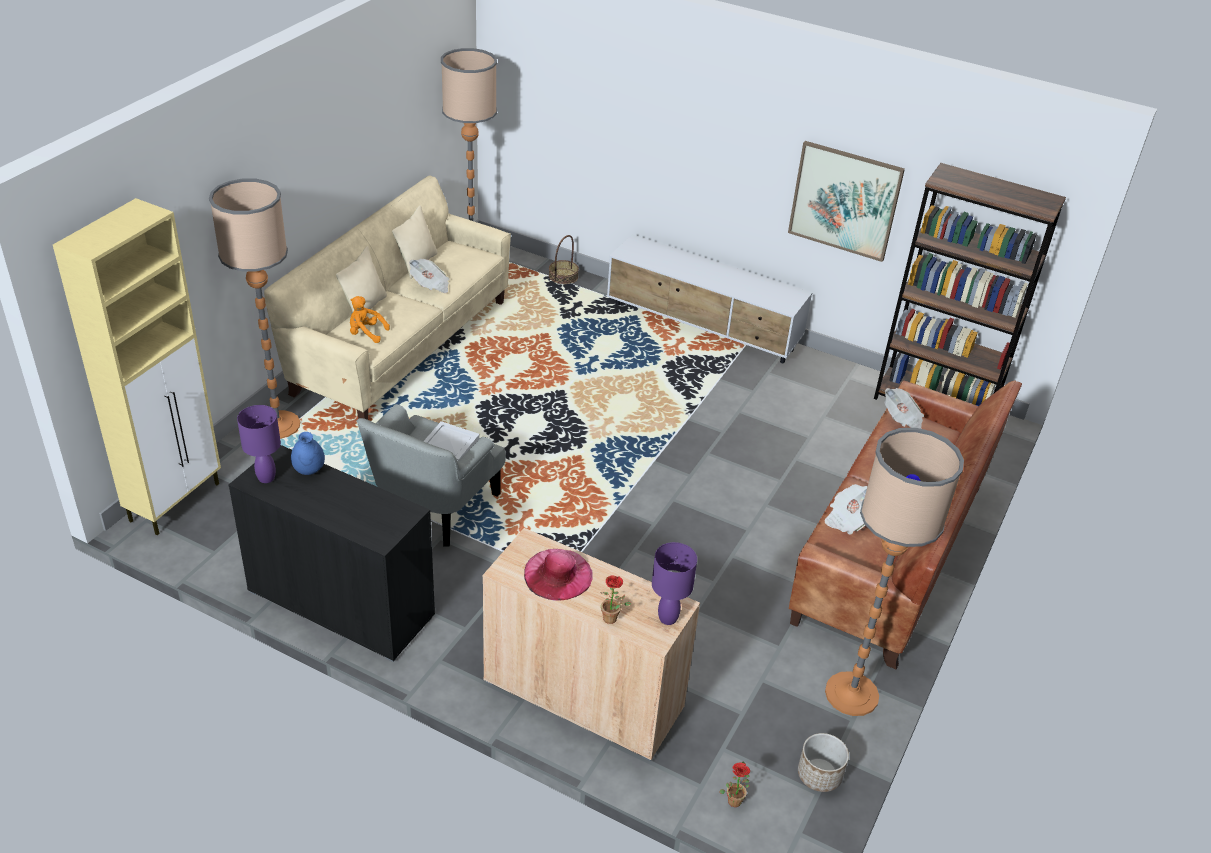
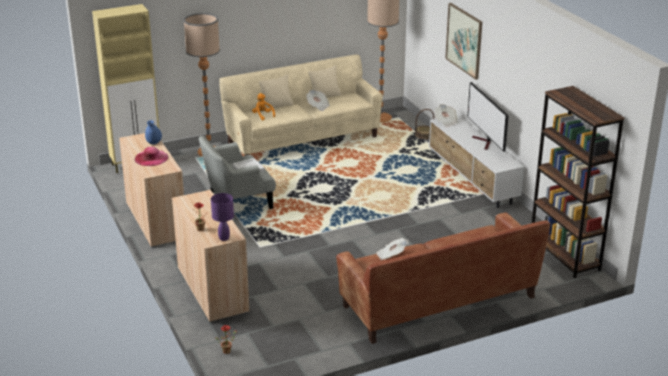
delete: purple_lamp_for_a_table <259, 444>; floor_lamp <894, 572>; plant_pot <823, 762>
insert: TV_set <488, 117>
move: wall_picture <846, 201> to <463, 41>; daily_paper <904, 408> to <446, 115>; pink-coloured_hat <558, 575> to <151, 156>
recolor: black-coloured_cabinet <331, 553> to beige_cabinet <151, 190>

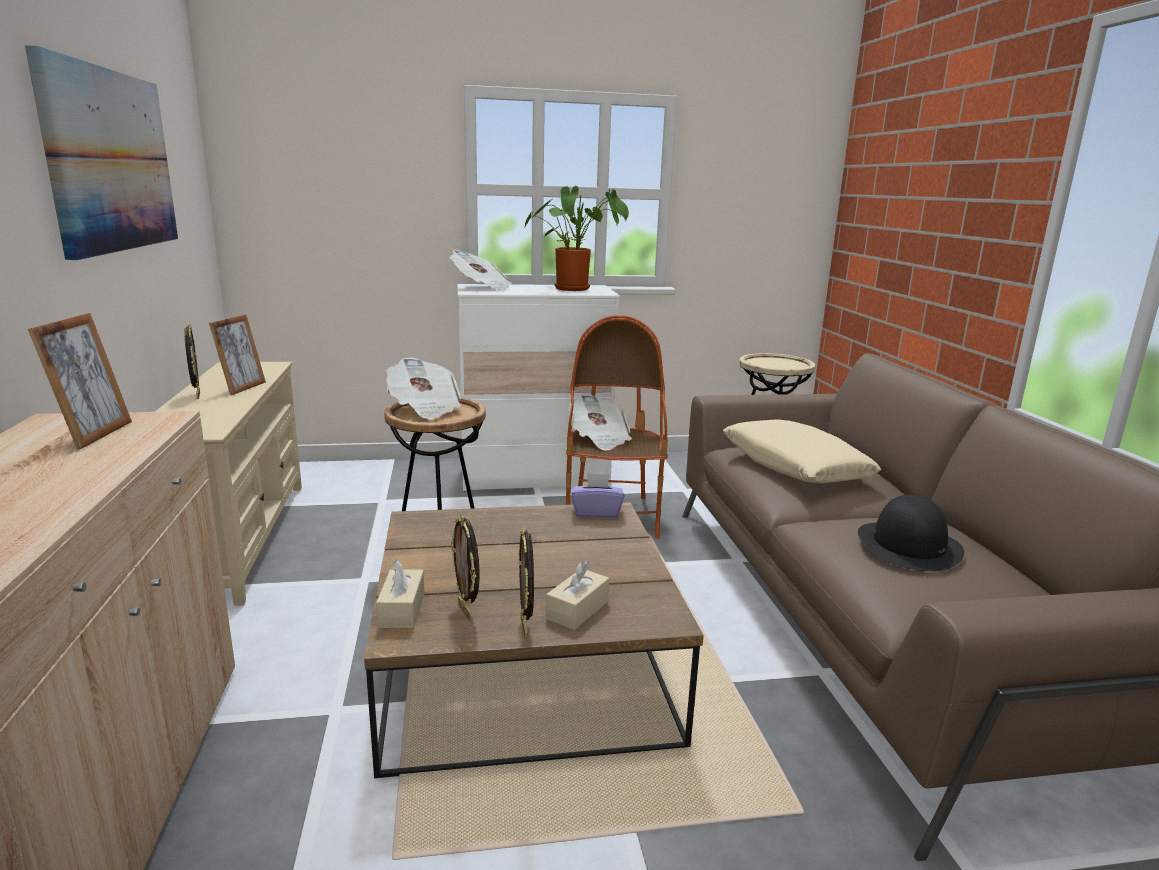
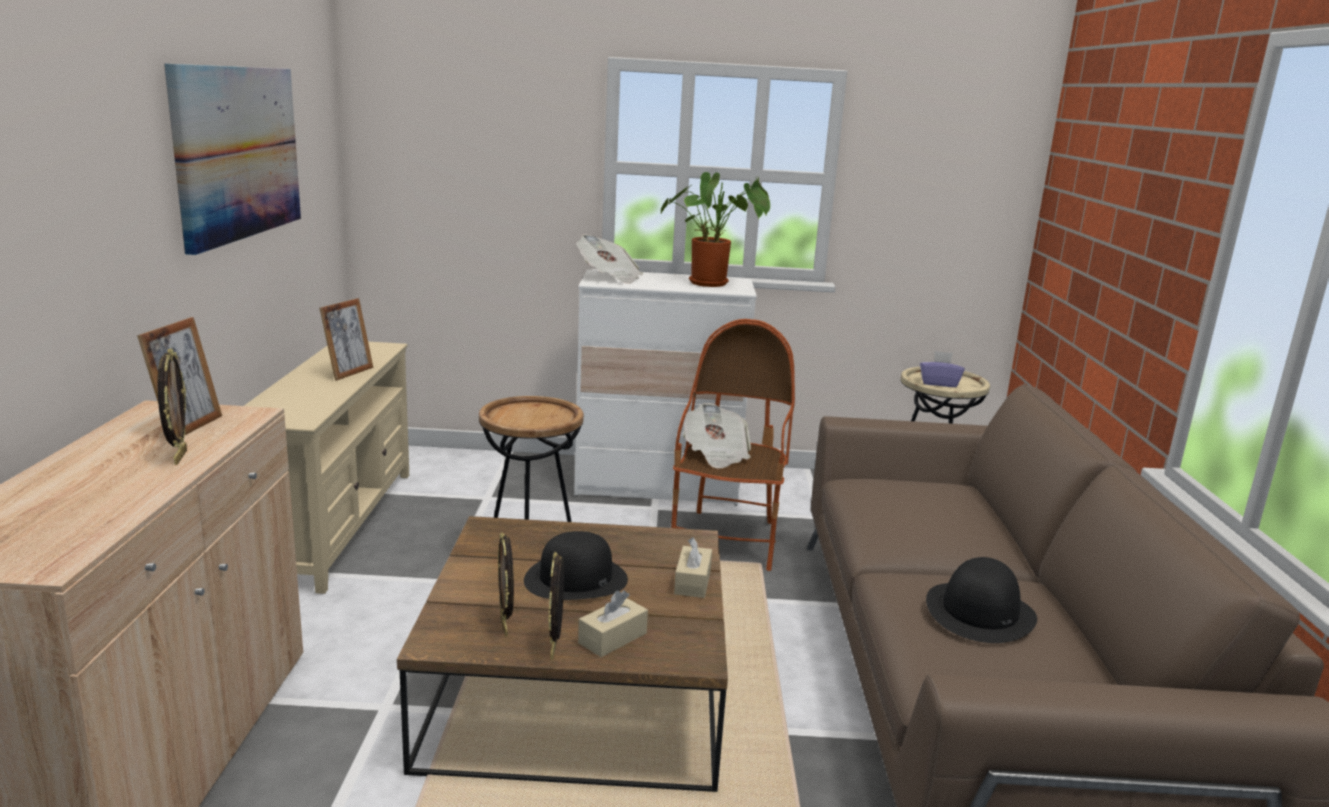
delete: daily_paper <424, 388>; beige_pillow <802, 451>
insert: black-coloured_hat <576, 565>
move: photo_frame <192, 361> to <172, 406>; purple_tissue_box <597, 495> to <942, 369>; beige_tissue_box <400, 594> to <693, 568>

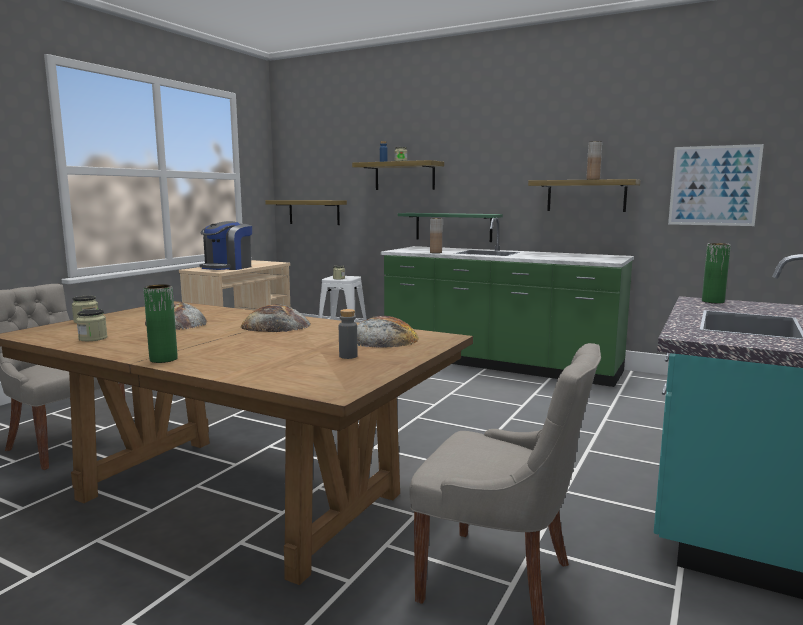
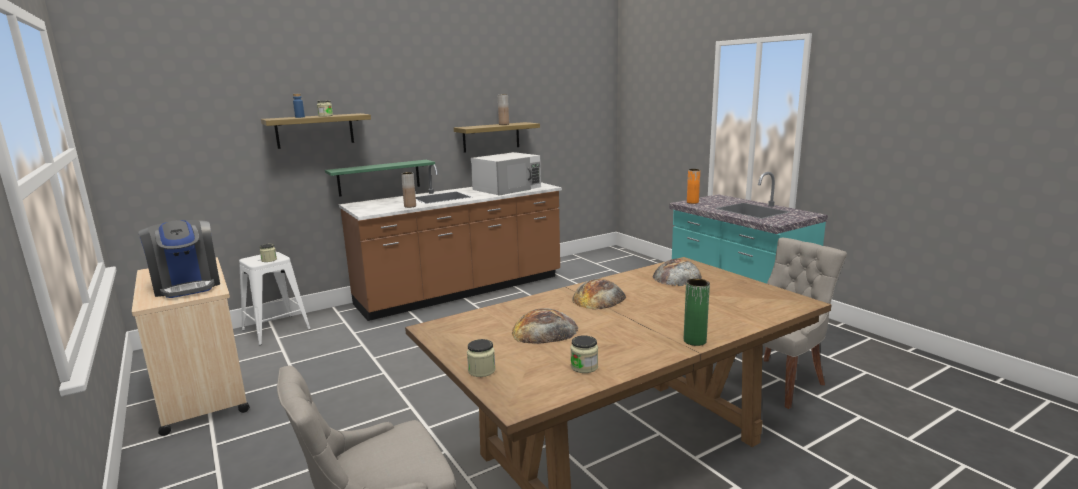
delete: wall_picture <716, 185>; shelf <306, 212>; grey_bottle <348, 334>
insert: white_microwave_oven <506, 174>
recolor: green-coloured_counter <507, 302> to brown-coloured_counter <450, 243>; green-coloured_vase <716, 273> to orange_vase <693, 186>

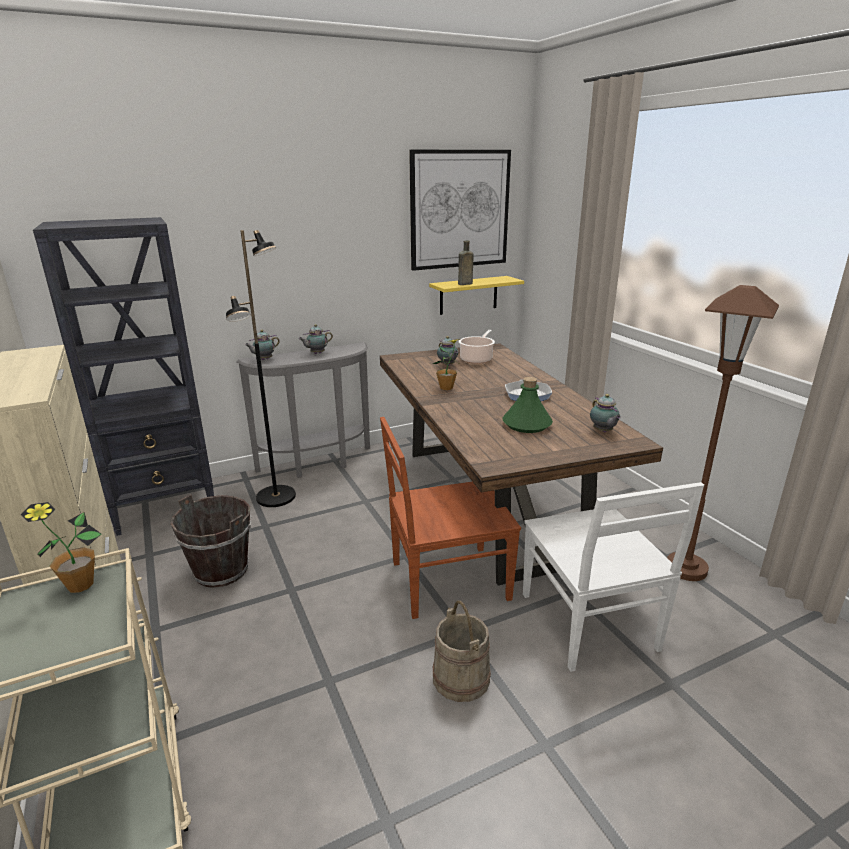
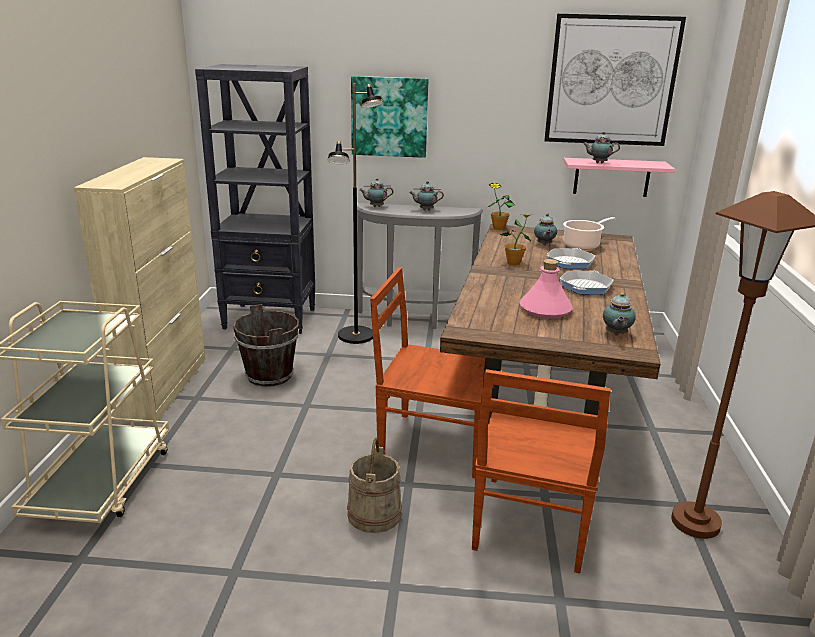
insert: wall_picture <390, 117>; frying_pan <571, 258>
move: houseplant <61, 547> to <501, 206>
replace: brown-coloured_bottle <466, 262> to teapot <601, 147>
recolor: yellowish_shelf <476, 295> to pink-coloured_shelf <619, 177>; green-coloured_bottle <527, 405> to pink-coloured_bottle <546, 288>; white_upright_chair <613, 577> to brown-coloured_upright_chair <541, 471>

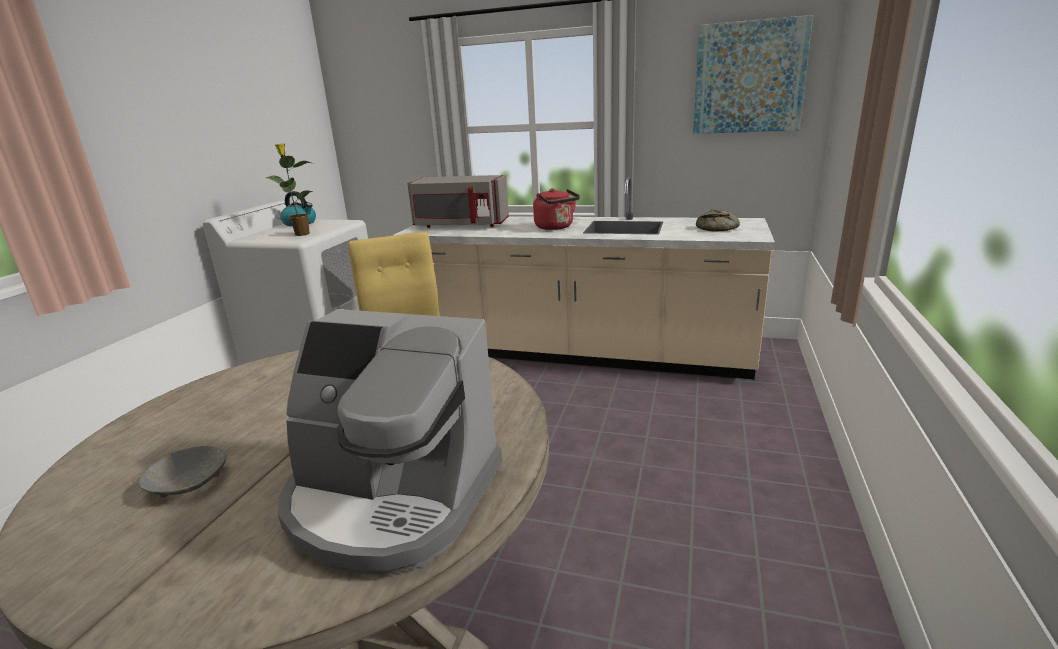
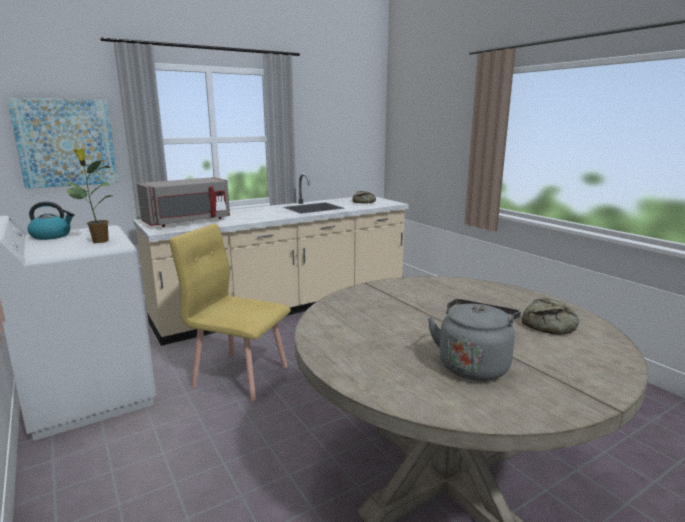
delete: red-coloured_tea_kettle <556, 209>
move: wall_picture <753, 74> to <63, 143>
replace: coffee_brewer <390, 442> to baked_bread <550, 316>; grey_serving_bowl <182, 472> to grey_tea_kettle <474, 340>

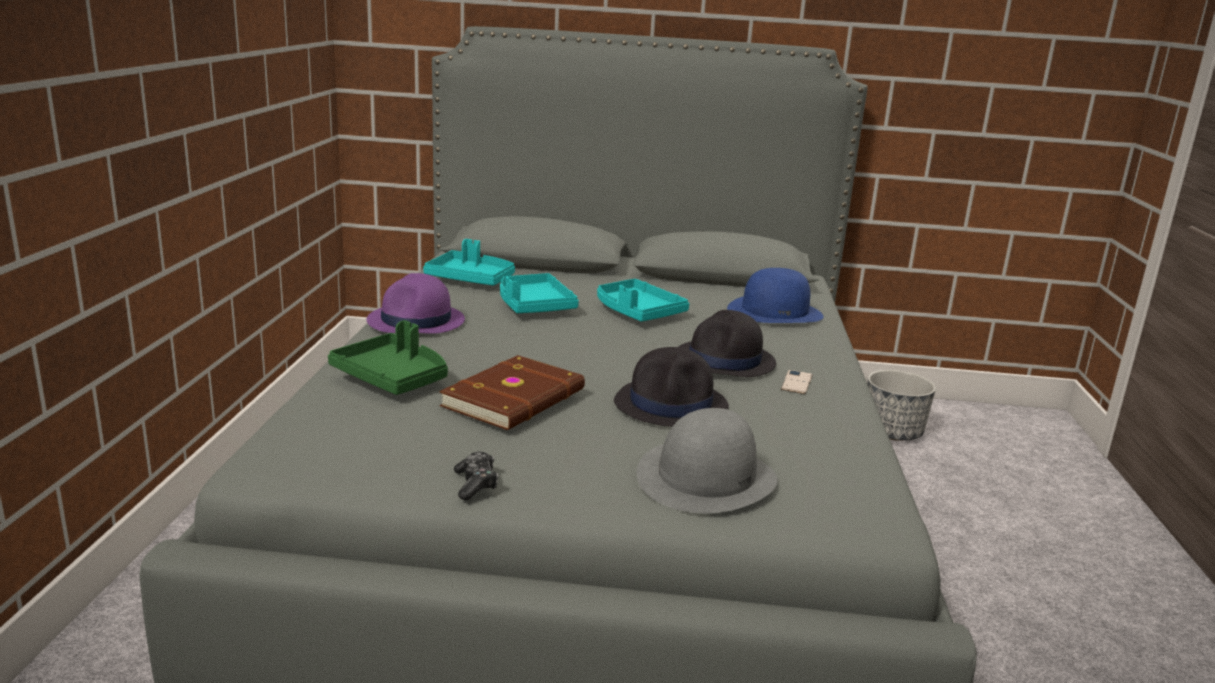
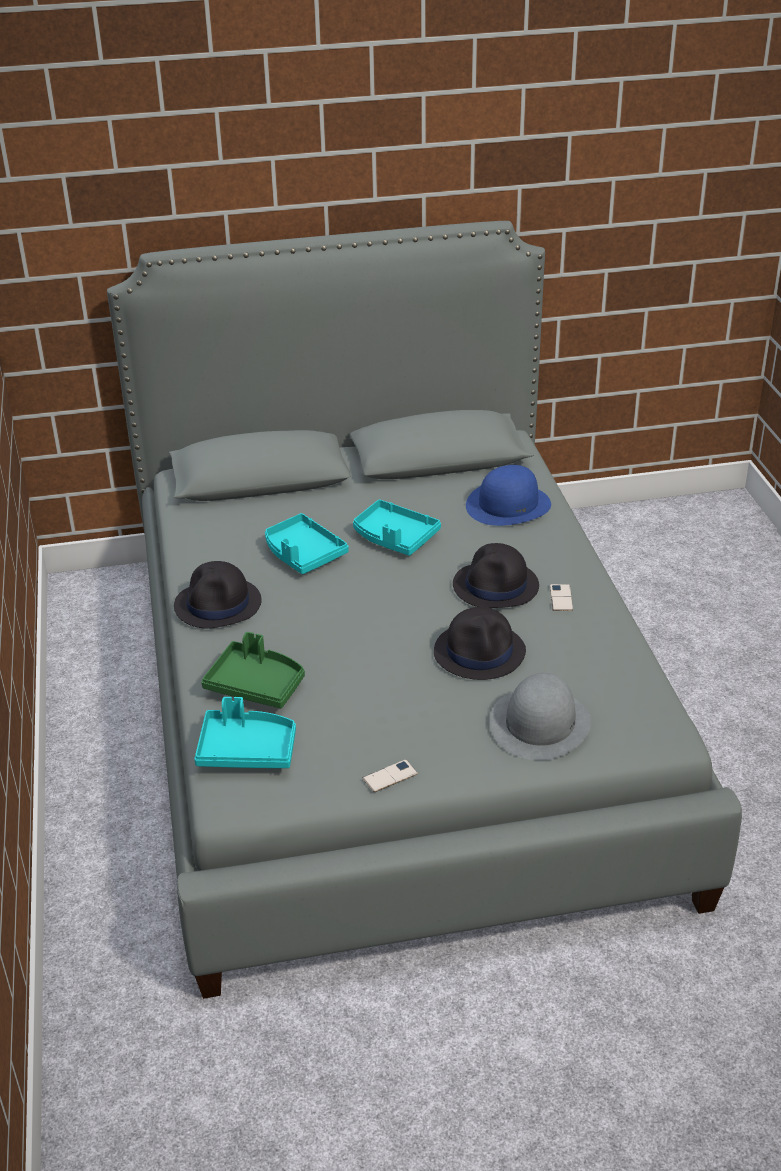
delete: brown-coloured_bound_book <512, 392>; plant_pot <901, 405>
move: blue-green_serving_tray <469, 262> to <245, 732>
replace: joypad <476, 476> to handset <390, 776>
recolor: purple_hat <416, 303> to black-coloured_hat <218, 595>

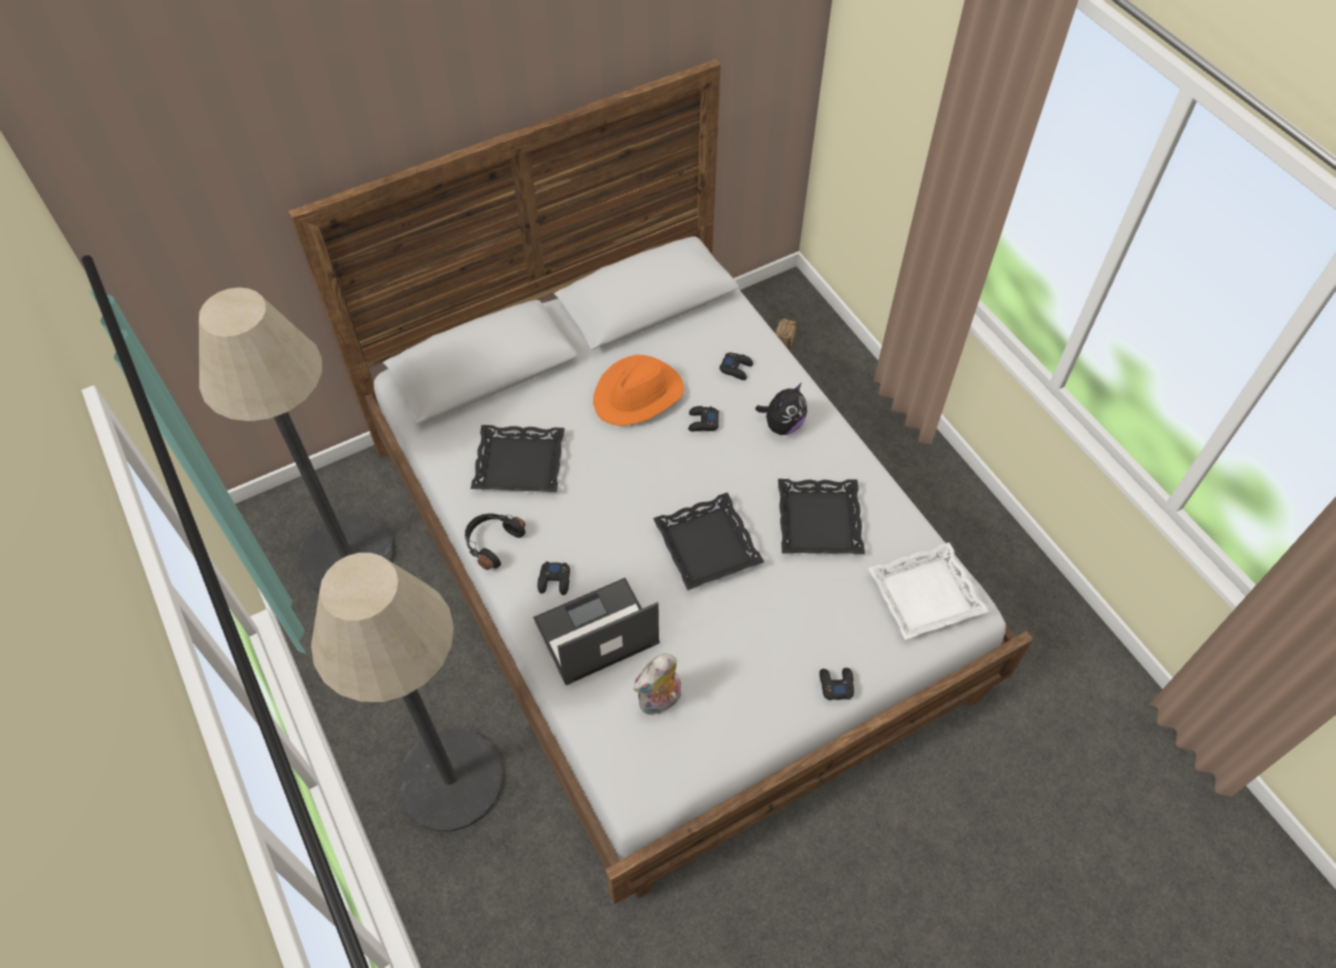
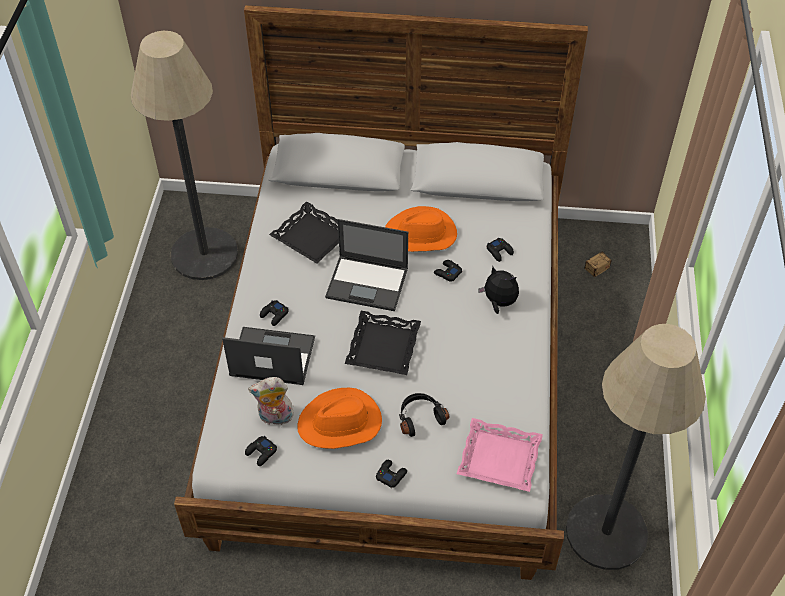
delete: black-coloured_serving_tray <821, 516>
insert: laptop <366, 265>; orange_hat <339, 418>; black-coloured_joypad <261, 451>
move: black-coloured_headphones <495, 542> to <424, 415>; floor_lamp <407, 692> to <636, 447>
recolor: white_serving_tray <928, 591> to pink-coloured_serving_tray <500, 455>
rotate: plush_toy <781, 409> = <498, 290> 135 degrees counterclockwise

